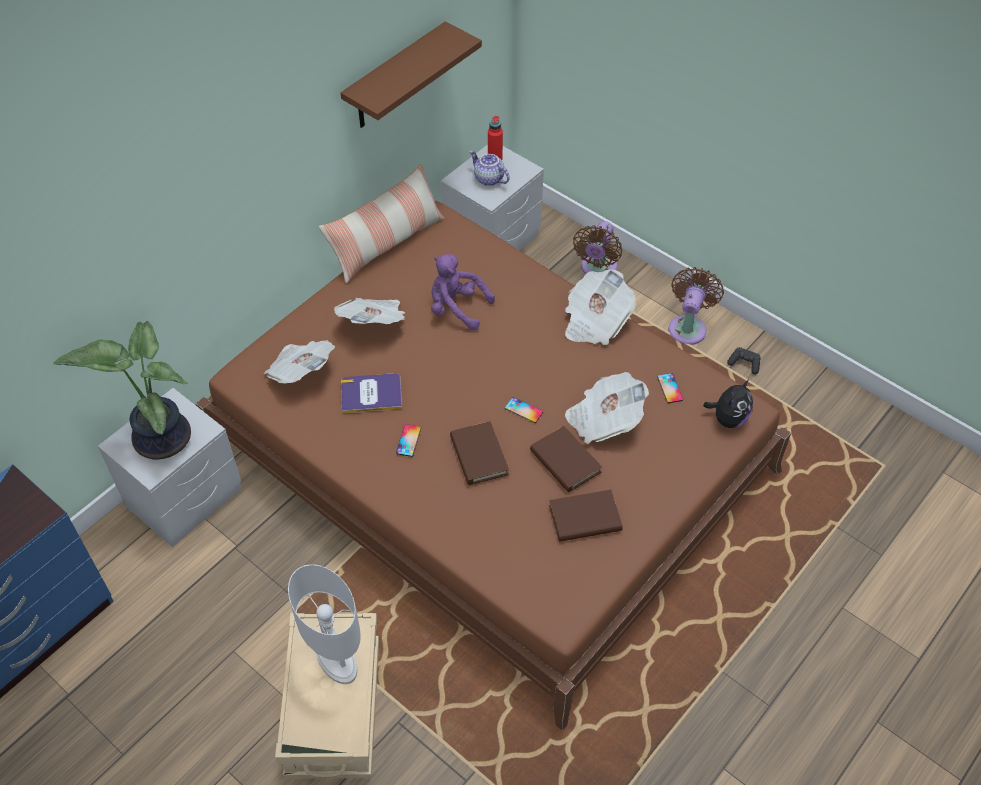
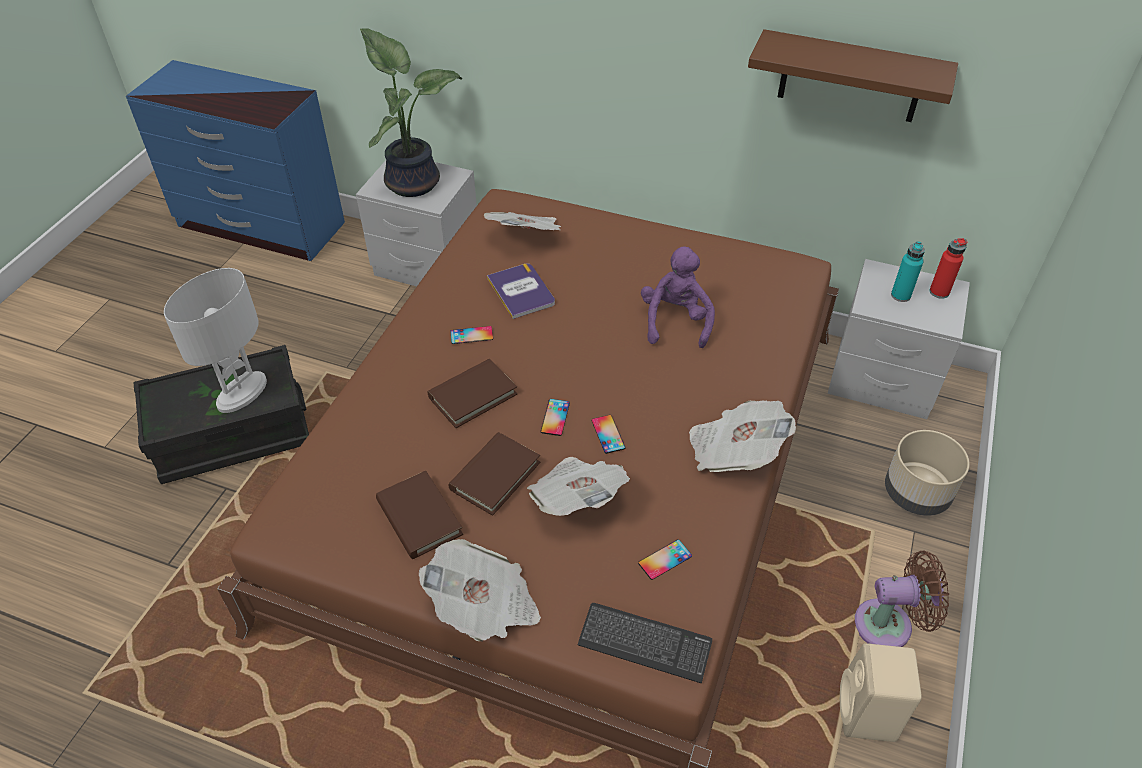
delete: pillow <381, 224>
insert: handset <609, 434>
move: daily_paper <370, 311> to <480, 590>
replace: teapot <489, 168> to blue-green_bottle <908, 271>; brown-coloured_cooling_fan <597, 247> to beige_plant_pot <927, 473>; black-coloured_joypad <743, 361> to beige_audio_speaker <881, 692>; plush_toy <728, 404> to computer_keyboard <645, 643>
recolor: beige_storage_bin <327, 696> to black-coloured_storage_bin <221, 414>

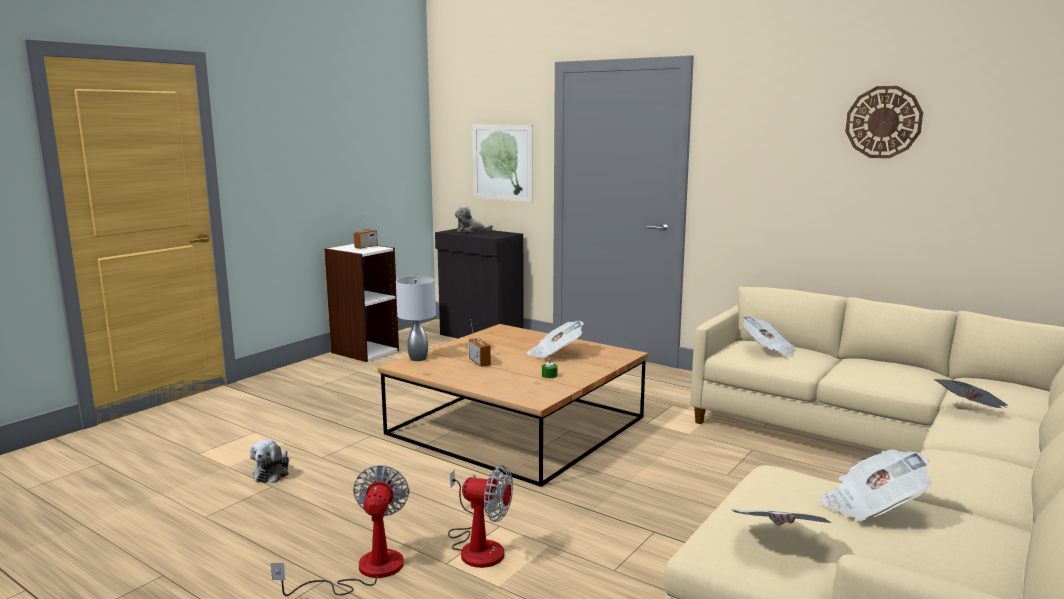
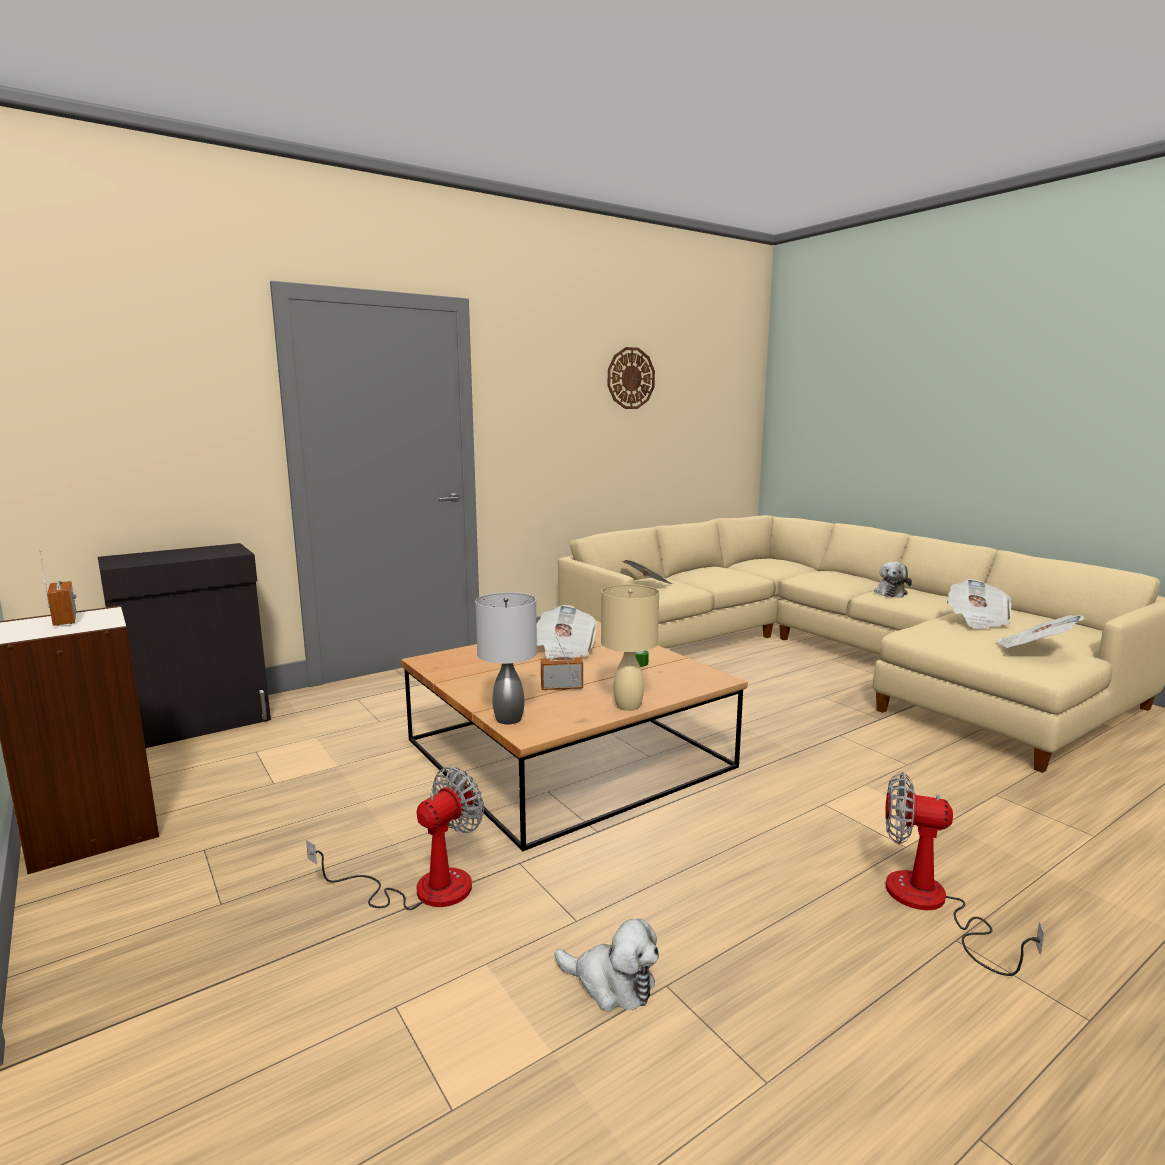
delete: wall_picture <502, 164>; daily_paper <970, 393>
insert: beige_lamp_for_a_table <630, 647>
move: plush_toy <474, 219> to <893, 580>; cooling_fan <480, 516> to <395, 838>

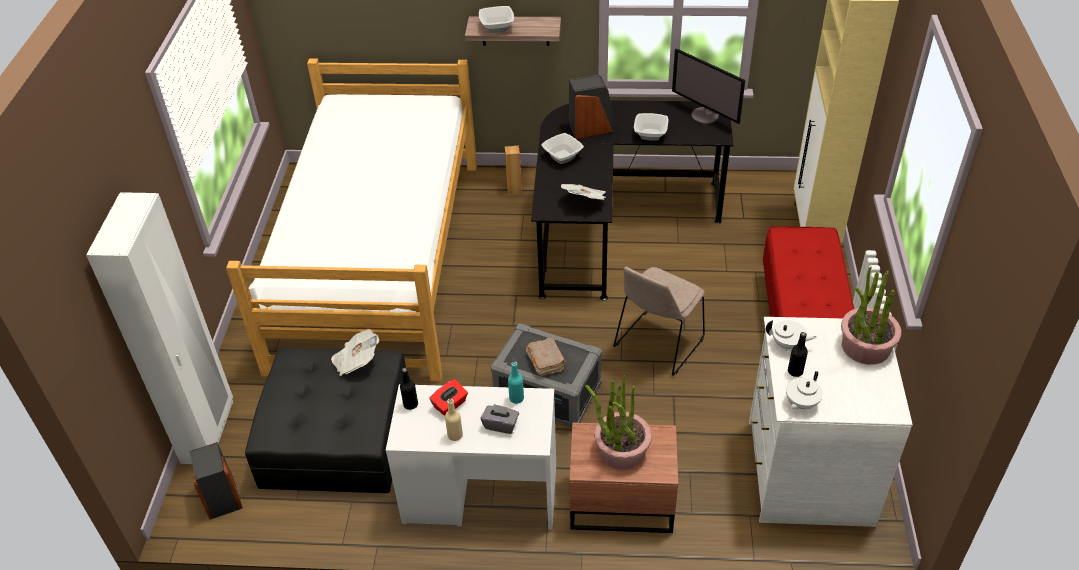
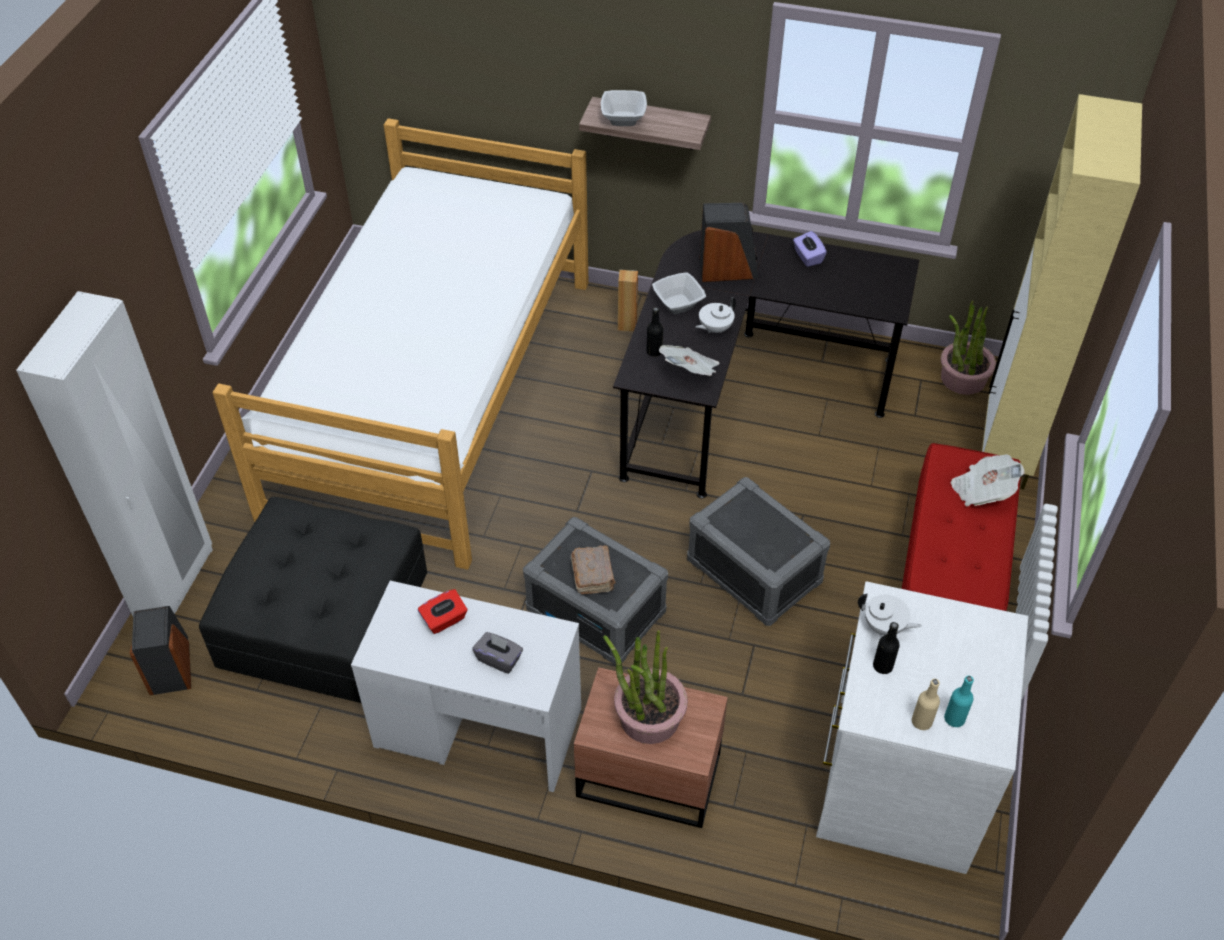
delete: monitor <708, 86>; serving_bowl <651, 127>
insert: purple_tissue_box <810, 249>
move: houseplant <871, 315> to <968, 348>; daily_paper <355, 352> to <988, 480>; blue-green_bottle <516, 382> to <959, 701>; black-coloured_bottle <409, 389> to <654, 332>; white_teapot <804, 390> to <715, 315>; beige_bottle <454, 420> to <926, 704>
replace: beige_upright_chair <659, 321> to grey_storage_bin <758, 551>

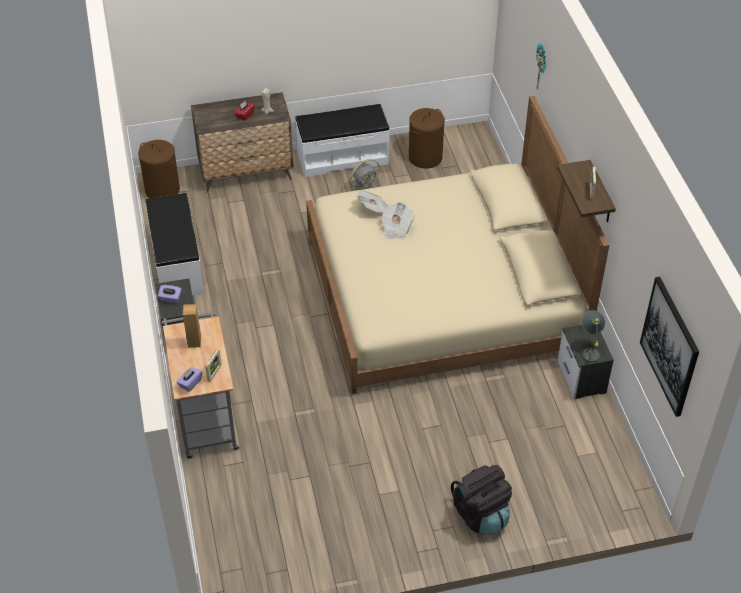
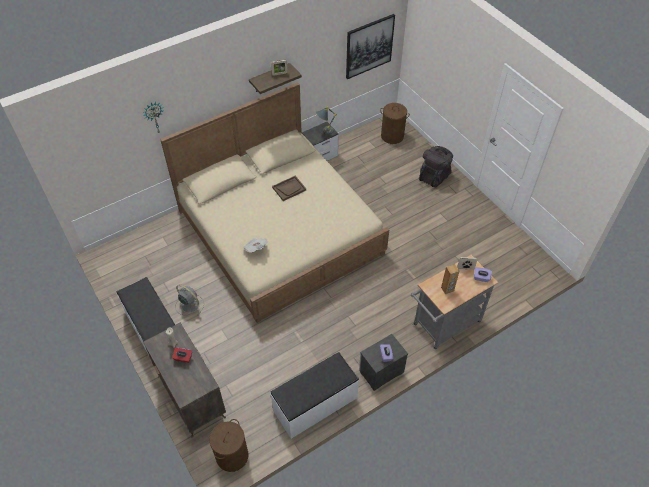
delete: daily_paper <397, 220>
insert: brown-coloured_serving_tray <289, 188>
move: brown-coloured_hamper <427, 138> to <395, 123>

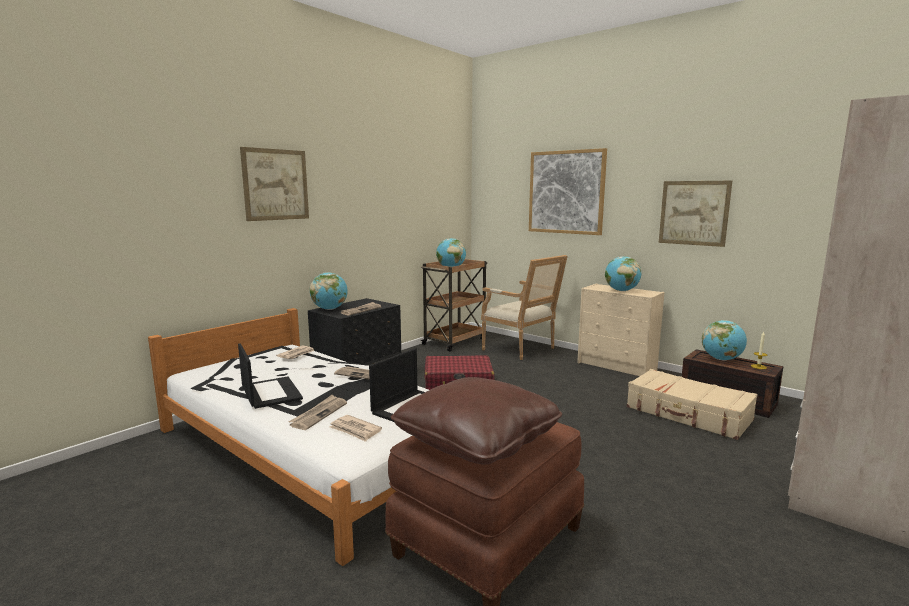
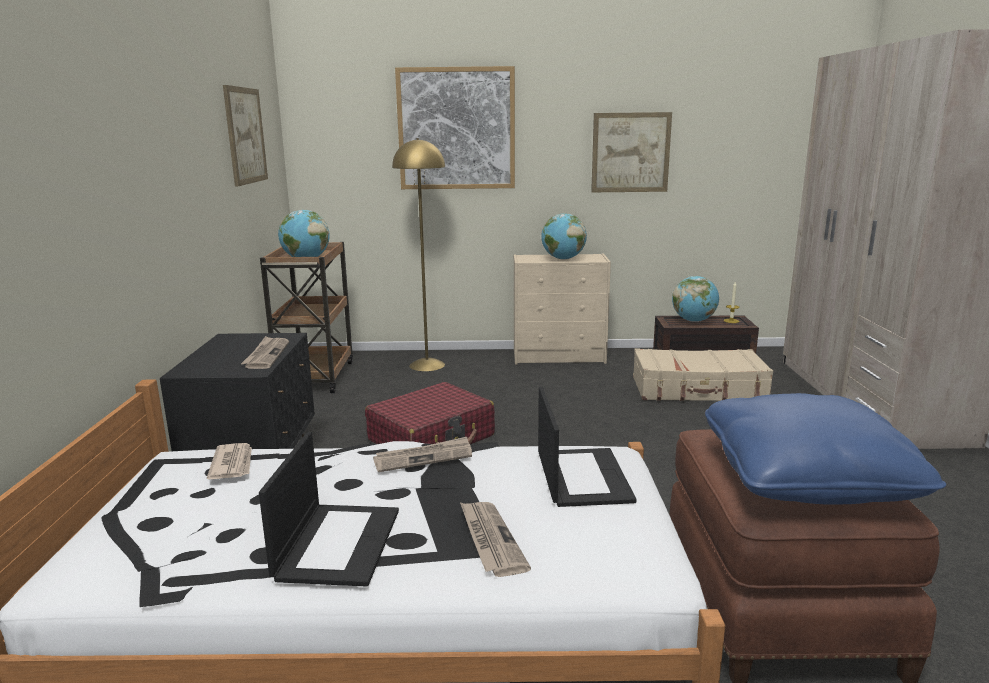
delete: globe <329, 291>; daily_paper <355, 428>
move: wall_picture <274, 184> to <245, 135>
replace: armchair <524, 307> to yellowish_floor_lamp <418, 254>
recolor: brown-coloured_pillow <476, 420> to blue-coloured_pillow <825, 448>
rotate: laptop <270, 376> = <329, 509> 75 degrees clockwise

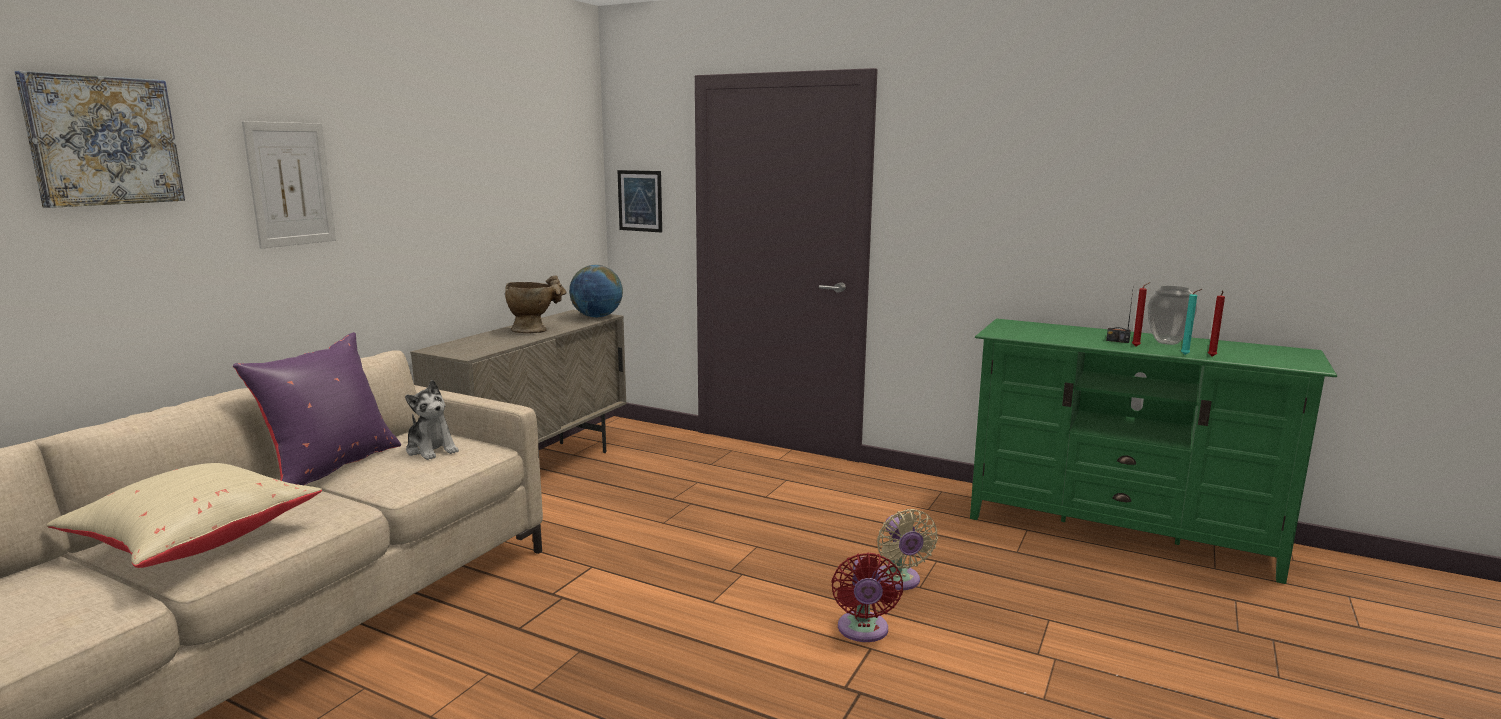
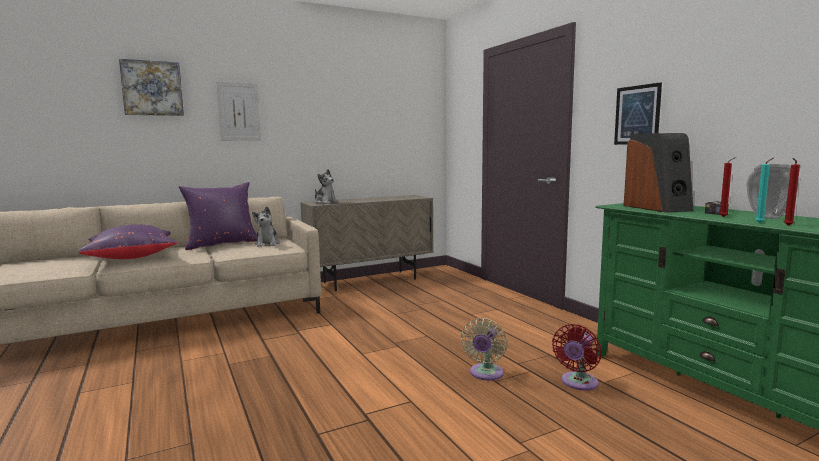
delete: globe <596, 291>; beige_vase <536, 304>
insert: audio_speaker <658, 173>; plush_toy <327, 186>
move: wall_picture <639, 201> to <638, 113>; red-coloured_cooling_fan <867, 597> to <577, 357>
recolor: beige_pillow <184, 515> to purple_pillow <127, 241>

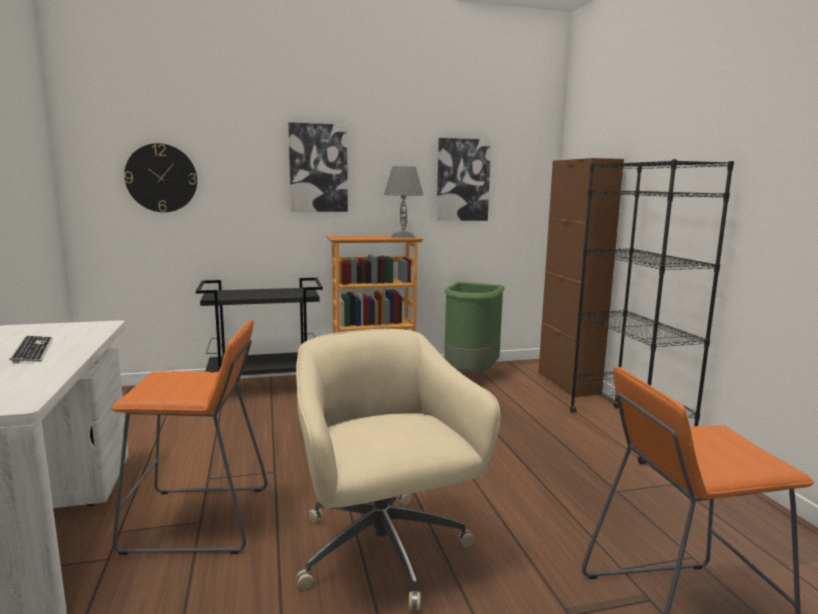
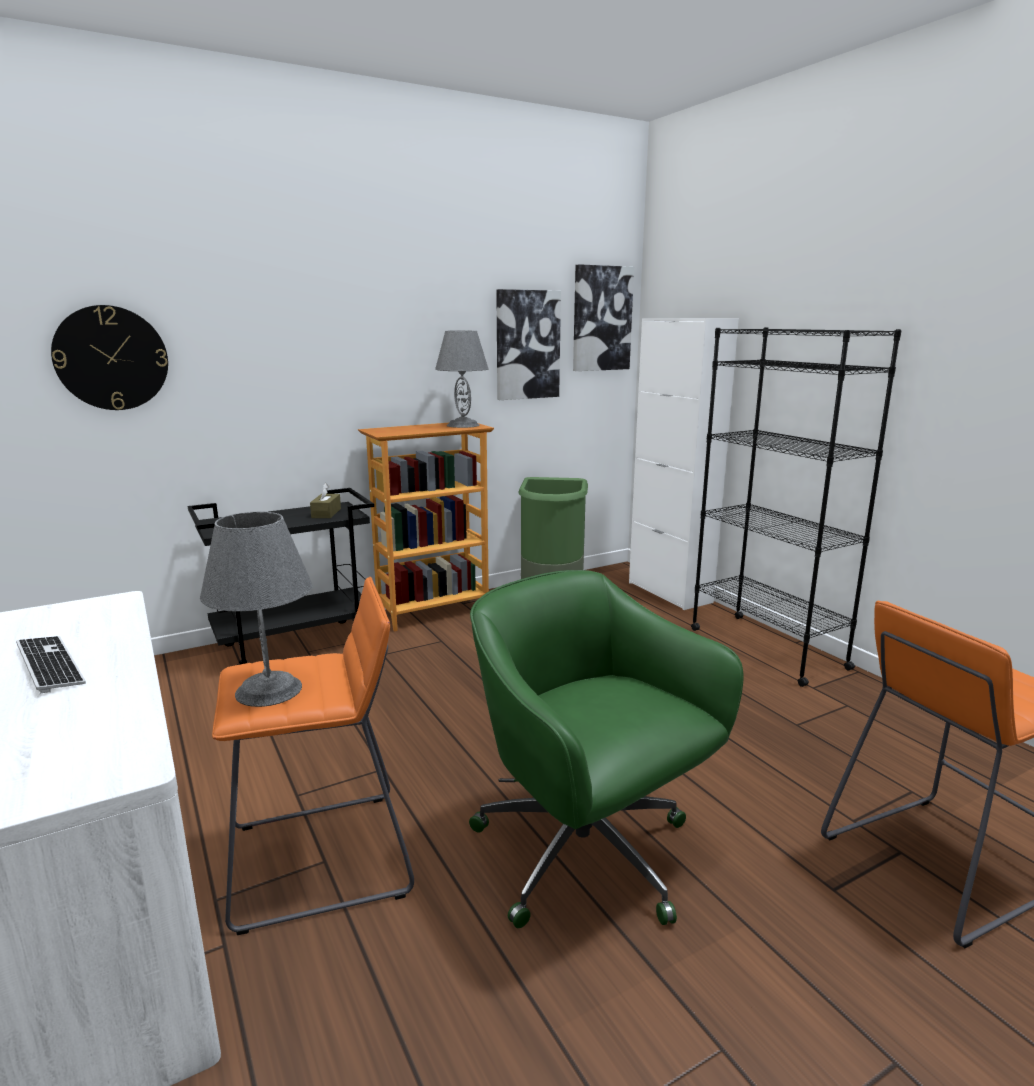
insert: brown-coloured_tissue_box <325, 500>; grey_lamp_for_a_table <256, 609>
move: wall_picture <318, 167> to <603, 317>
recolor: brown-coloured_cabinet <581, 277> to white_cabinet <684, 464>; beige_computer_chair <398, 469> to green-coloured_computer_chair <606, 749>

